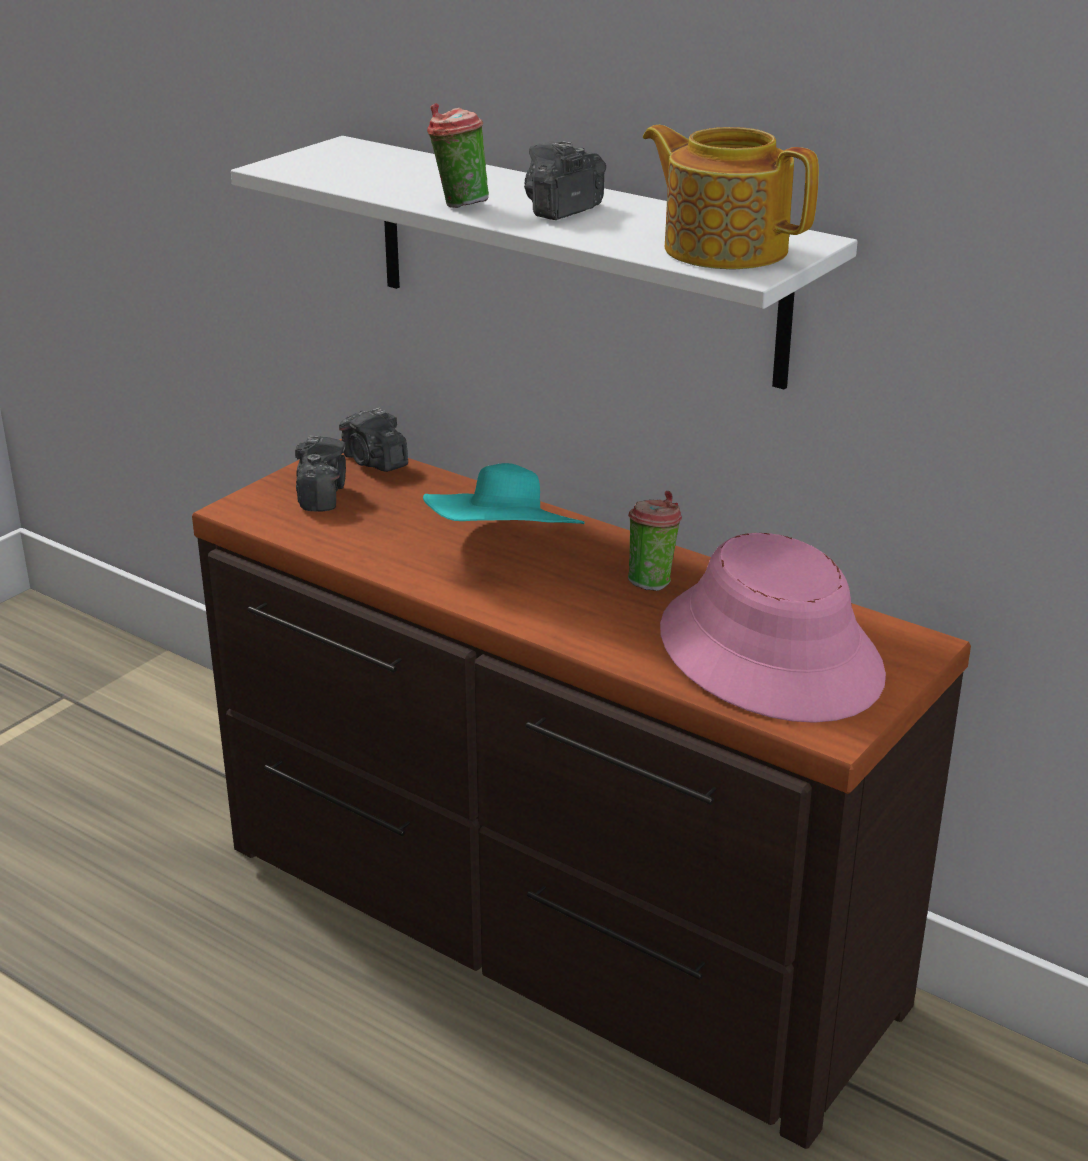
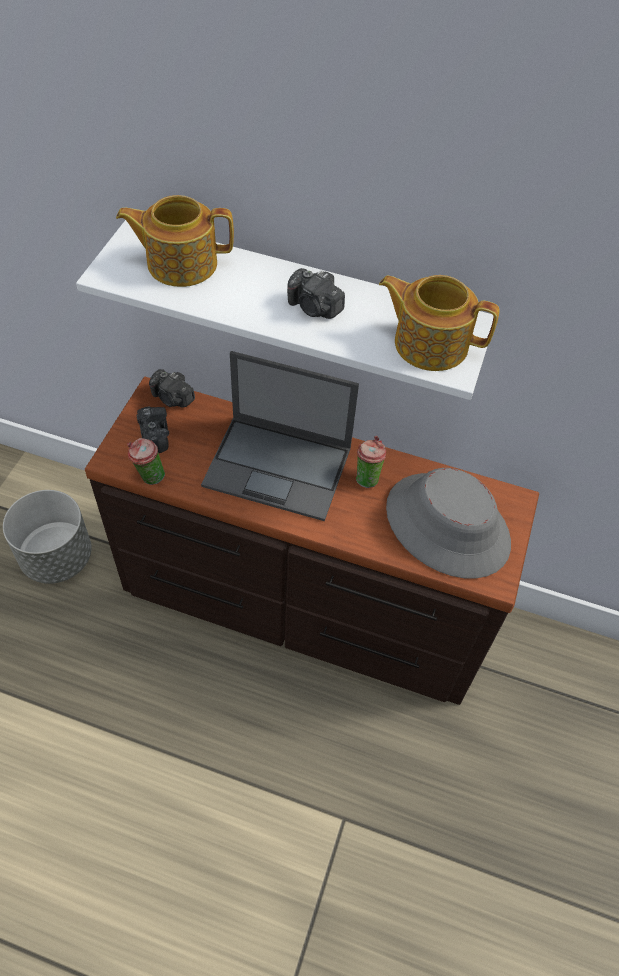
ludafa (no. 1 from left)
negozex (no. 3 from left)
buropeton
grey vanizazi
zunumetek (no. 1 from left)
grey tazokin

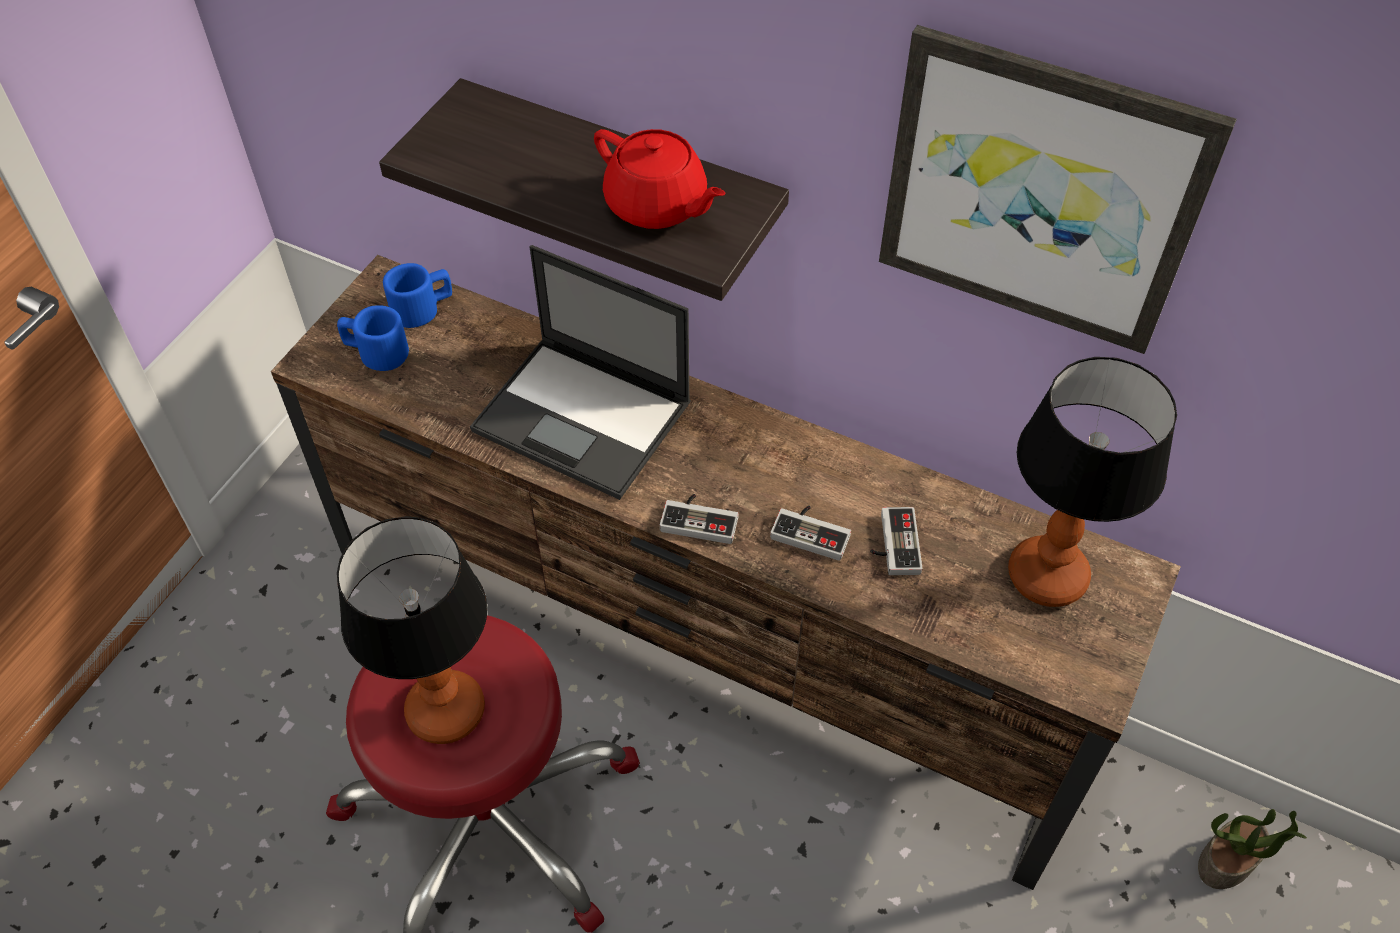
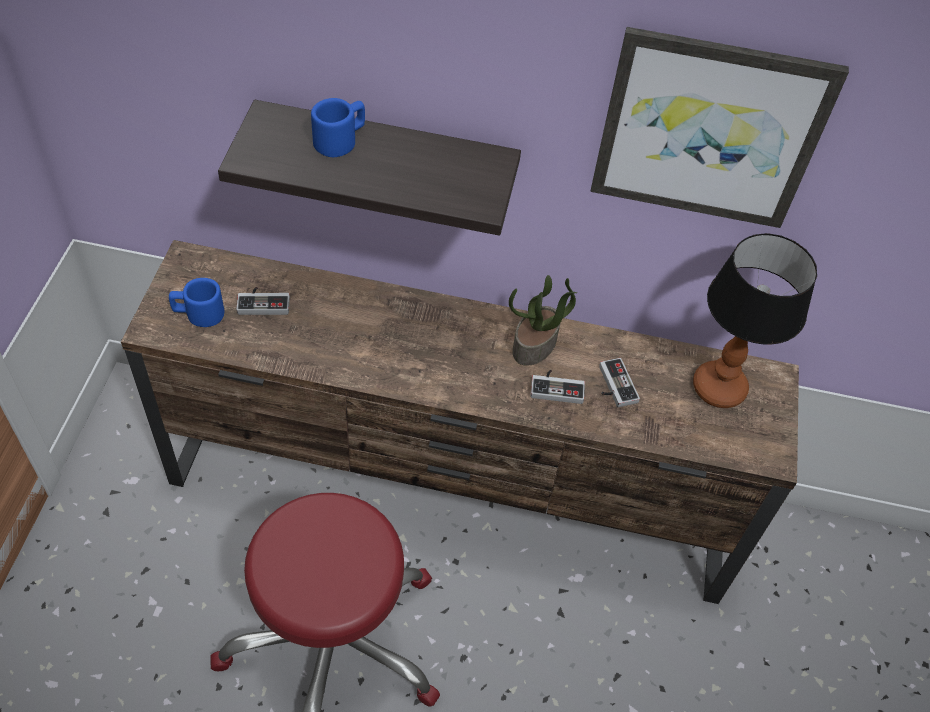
red zunumetek
buropeton
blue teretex (no. 2 from left)
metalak (no. 1 from left)
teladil (no. 1 from left in the first image)
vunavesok

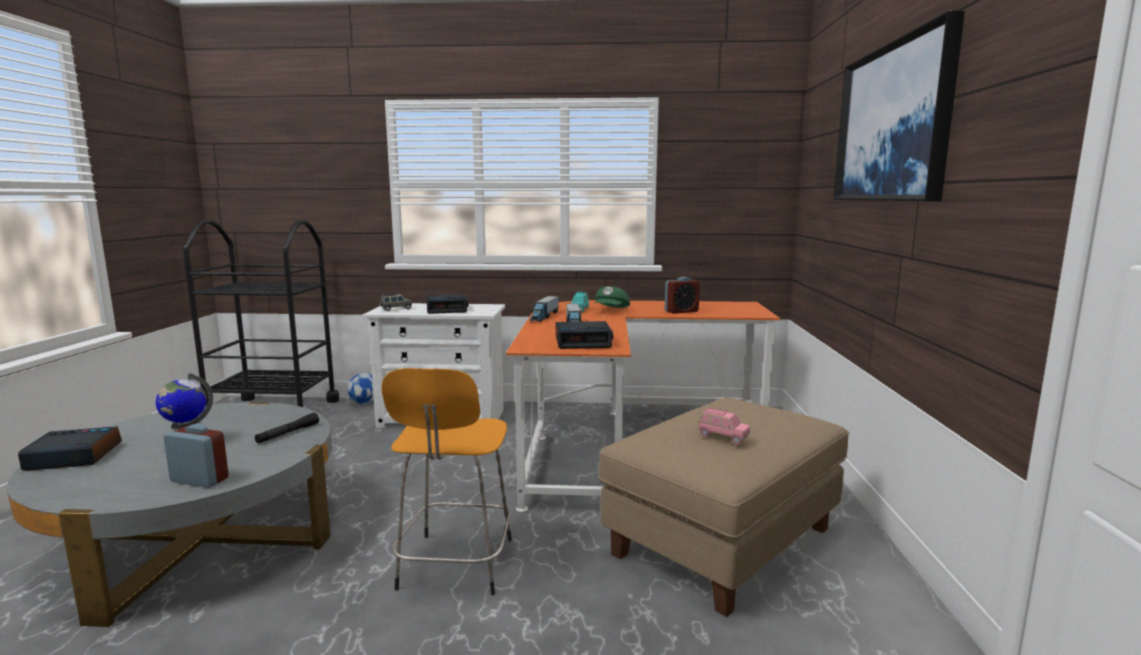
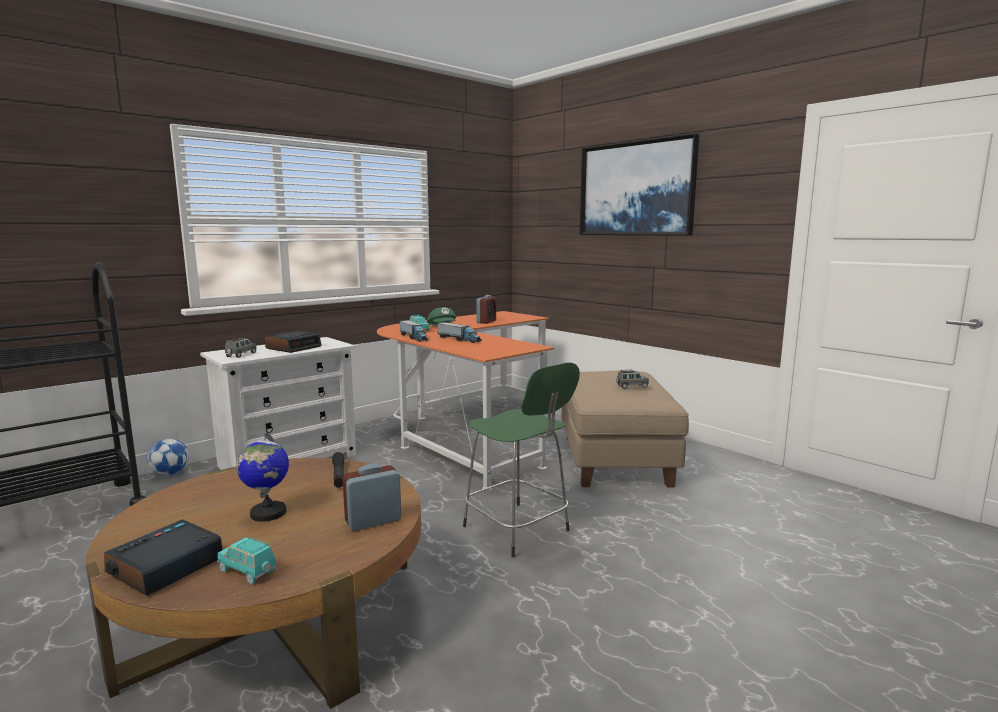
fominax (no. 4 from left in the first image)
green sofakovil
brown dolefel
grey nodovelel (no. 2 from left)
turquoise nodovelel (no. 1 from left)

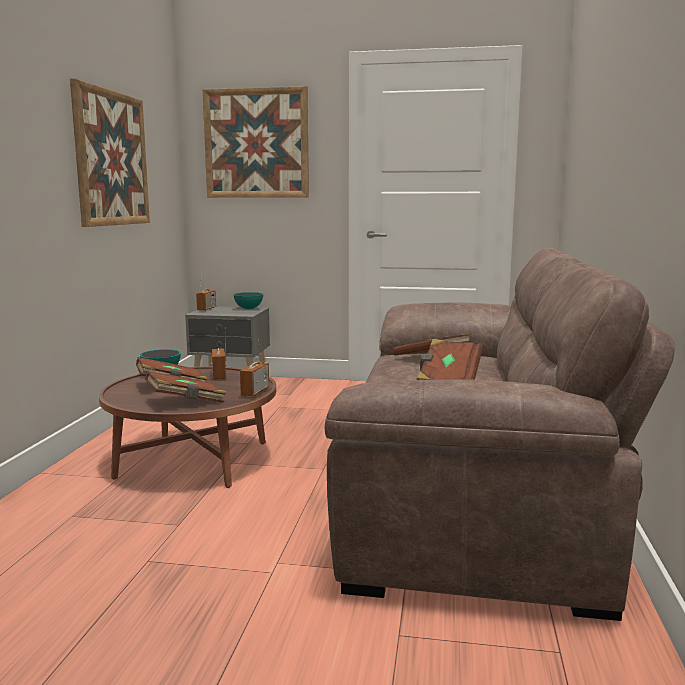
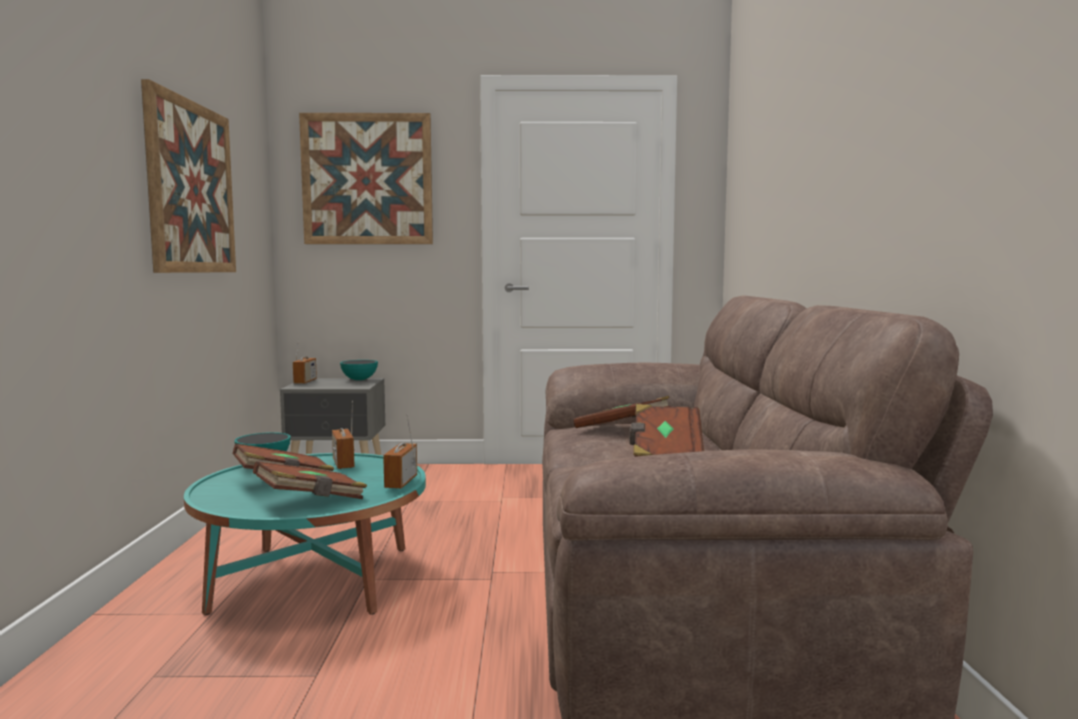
turquoise dolefel

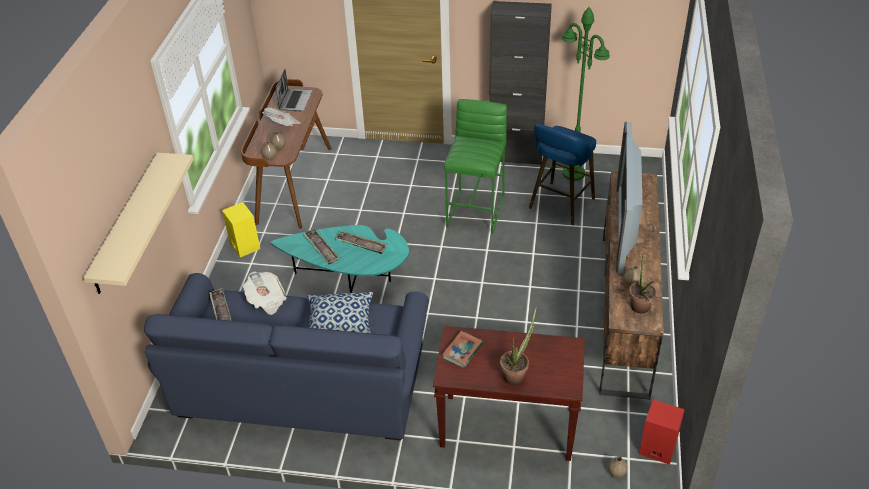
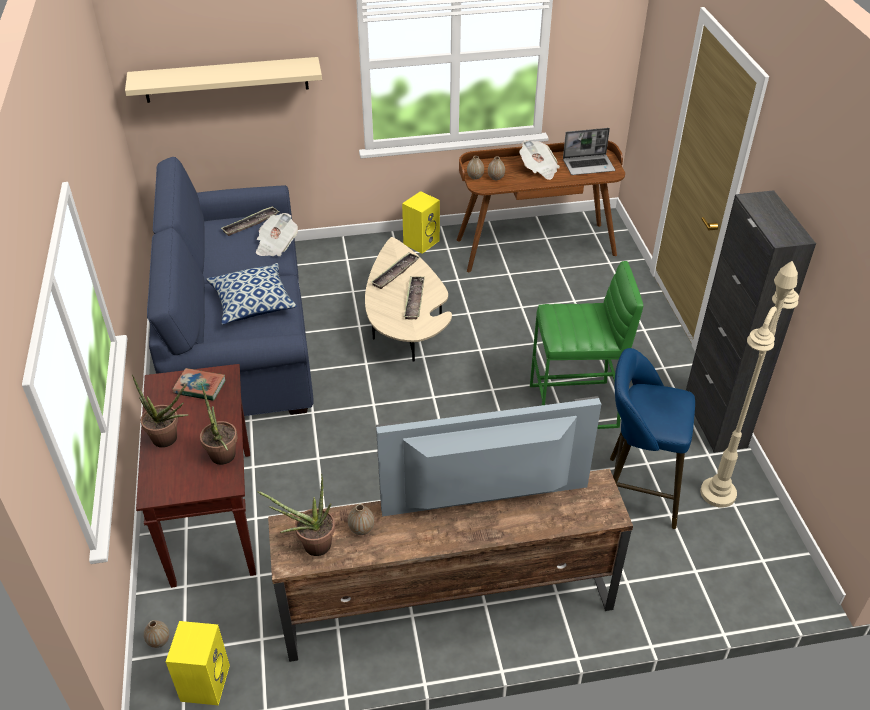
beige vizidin
beige dolefel
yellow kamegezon (no. 1 from left)
vunavesok (no. 2 from left)

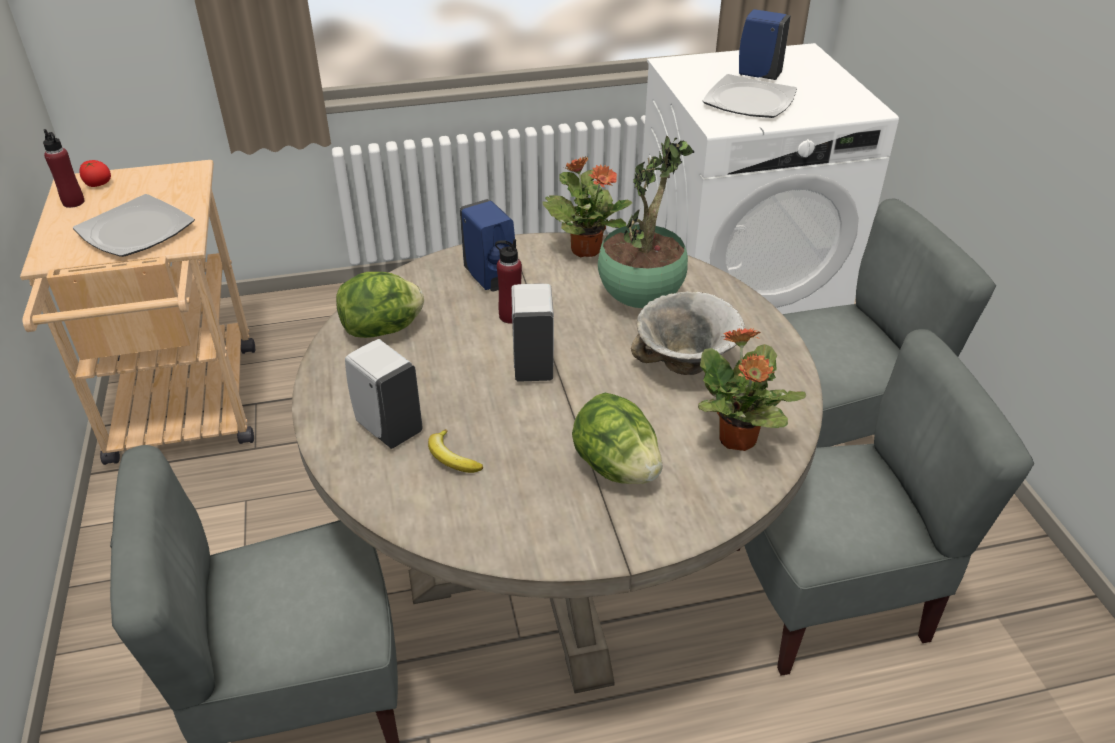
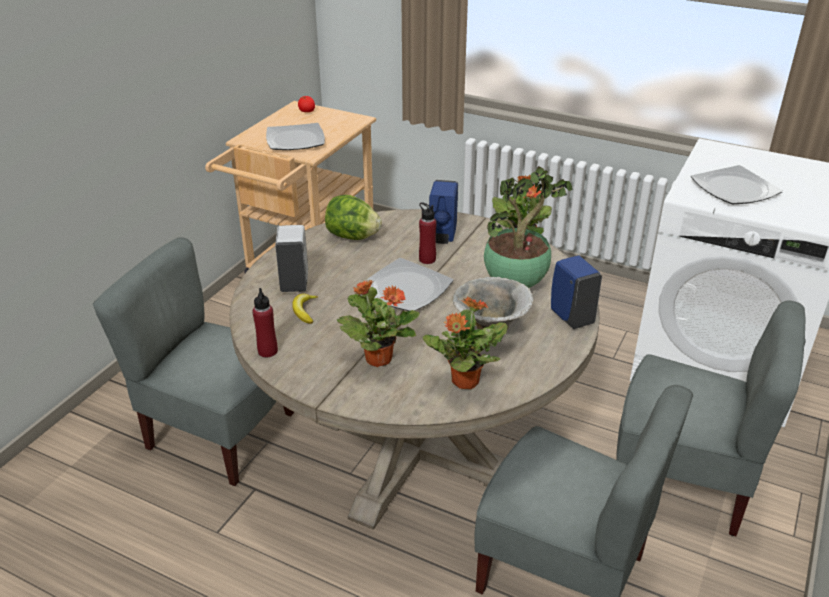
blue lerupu (no. 2 from left)
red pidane (no. 1 from left)
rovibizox (no. 2 from left)
vunavesok (no. 1 from left)

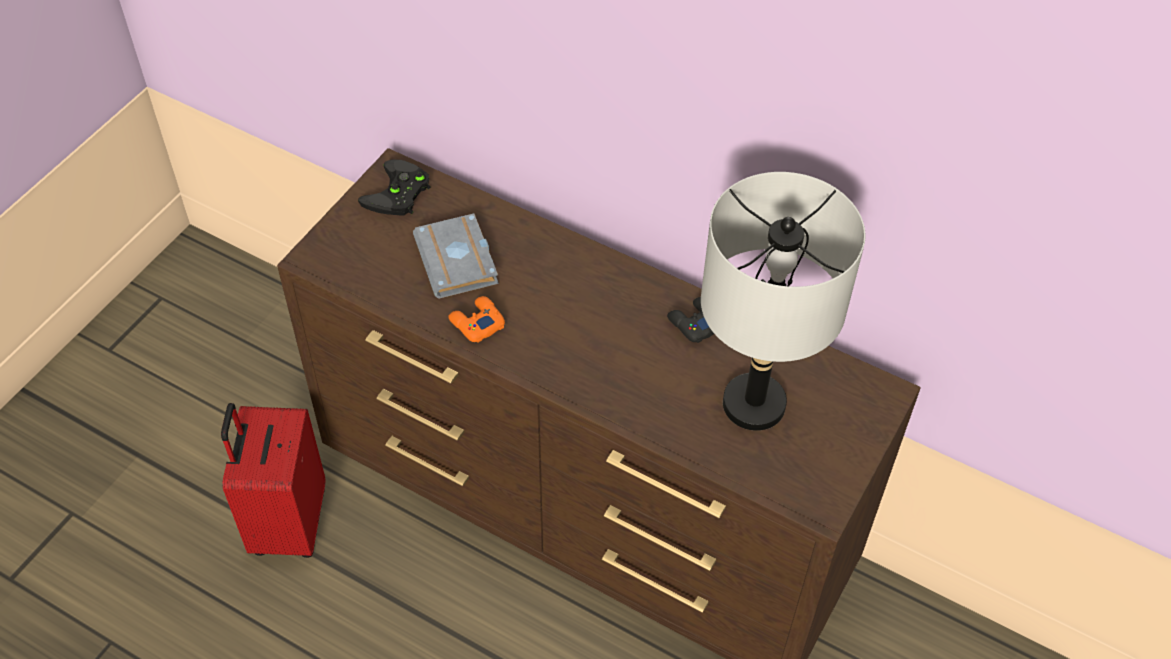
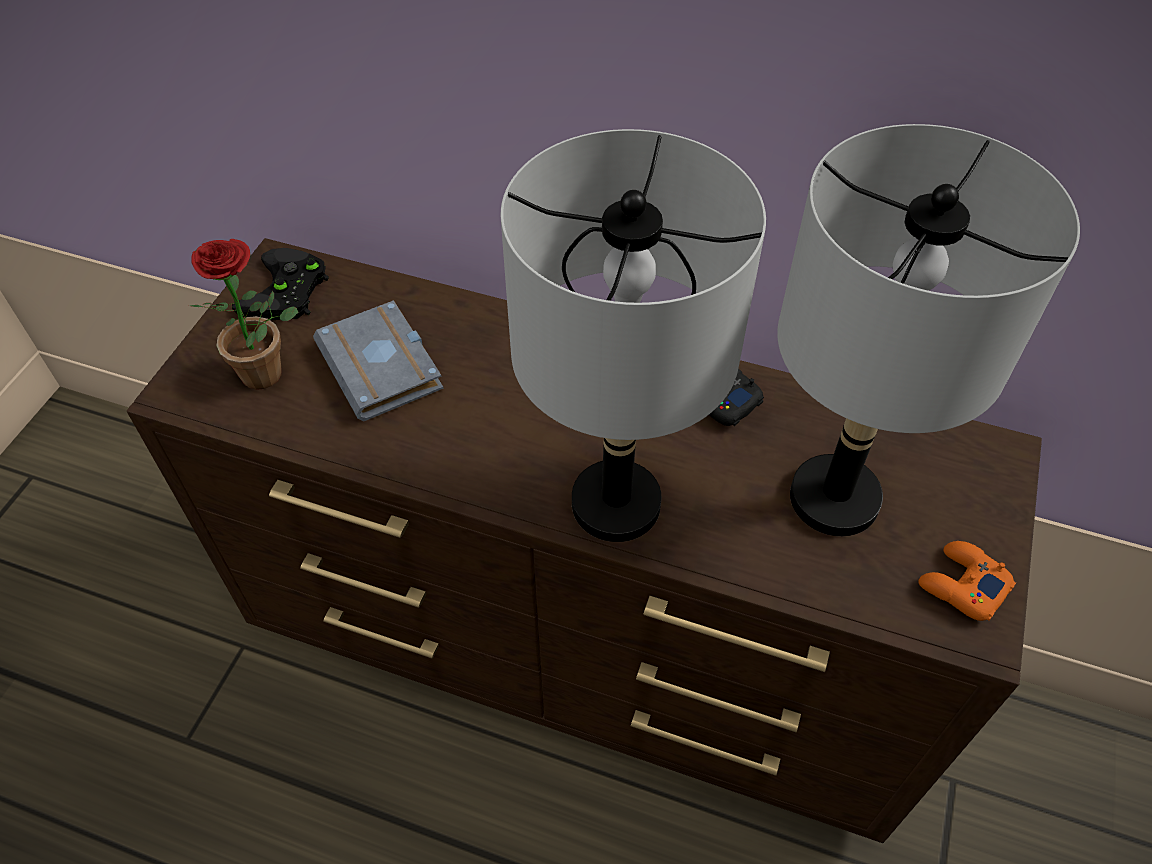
orange metalak
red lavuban
grey teladil (no. 1 from left)
vunavesok

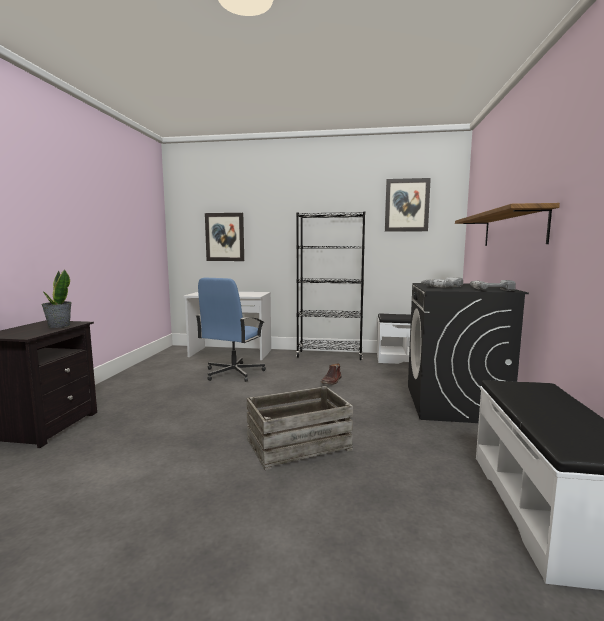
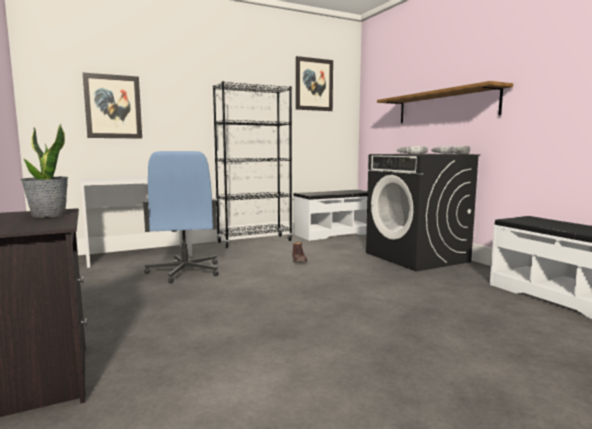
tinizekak

